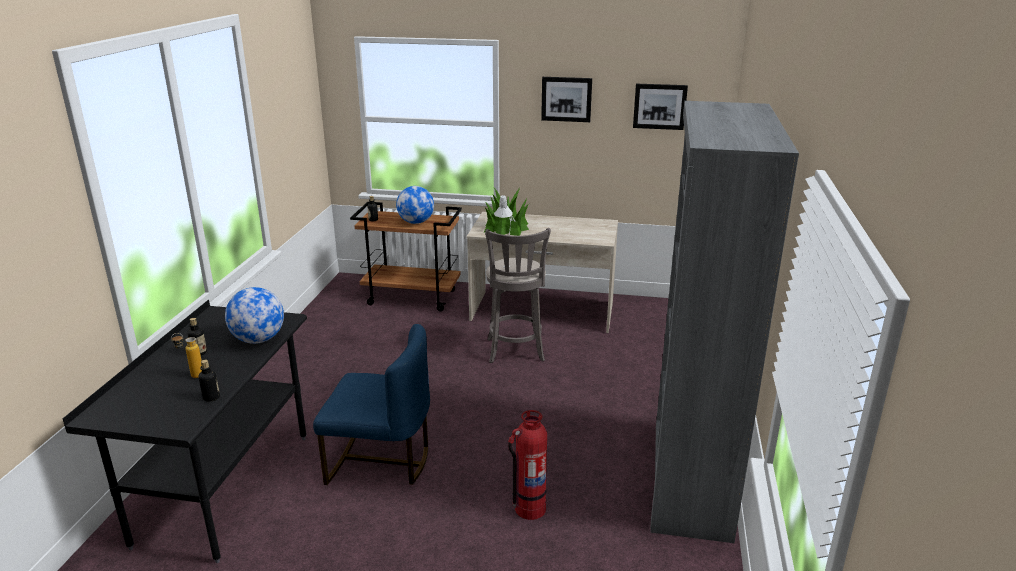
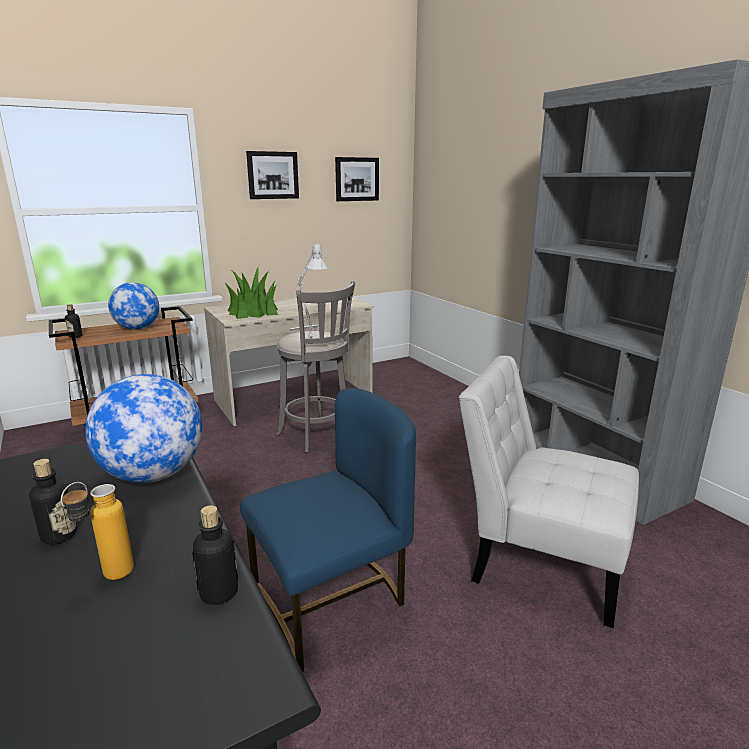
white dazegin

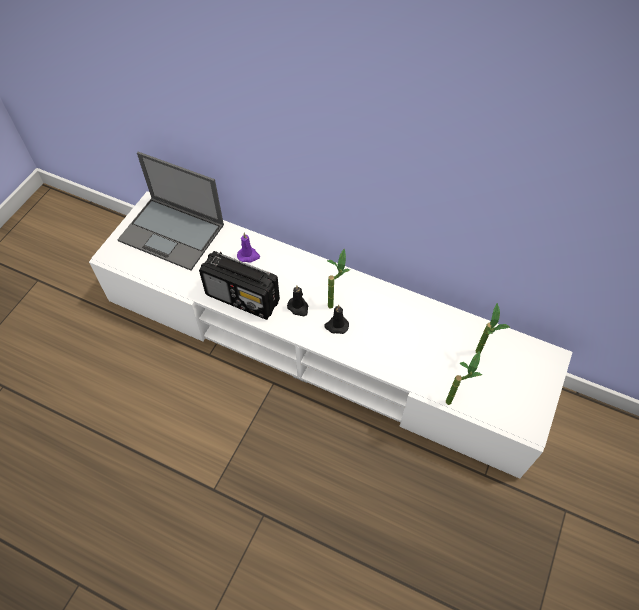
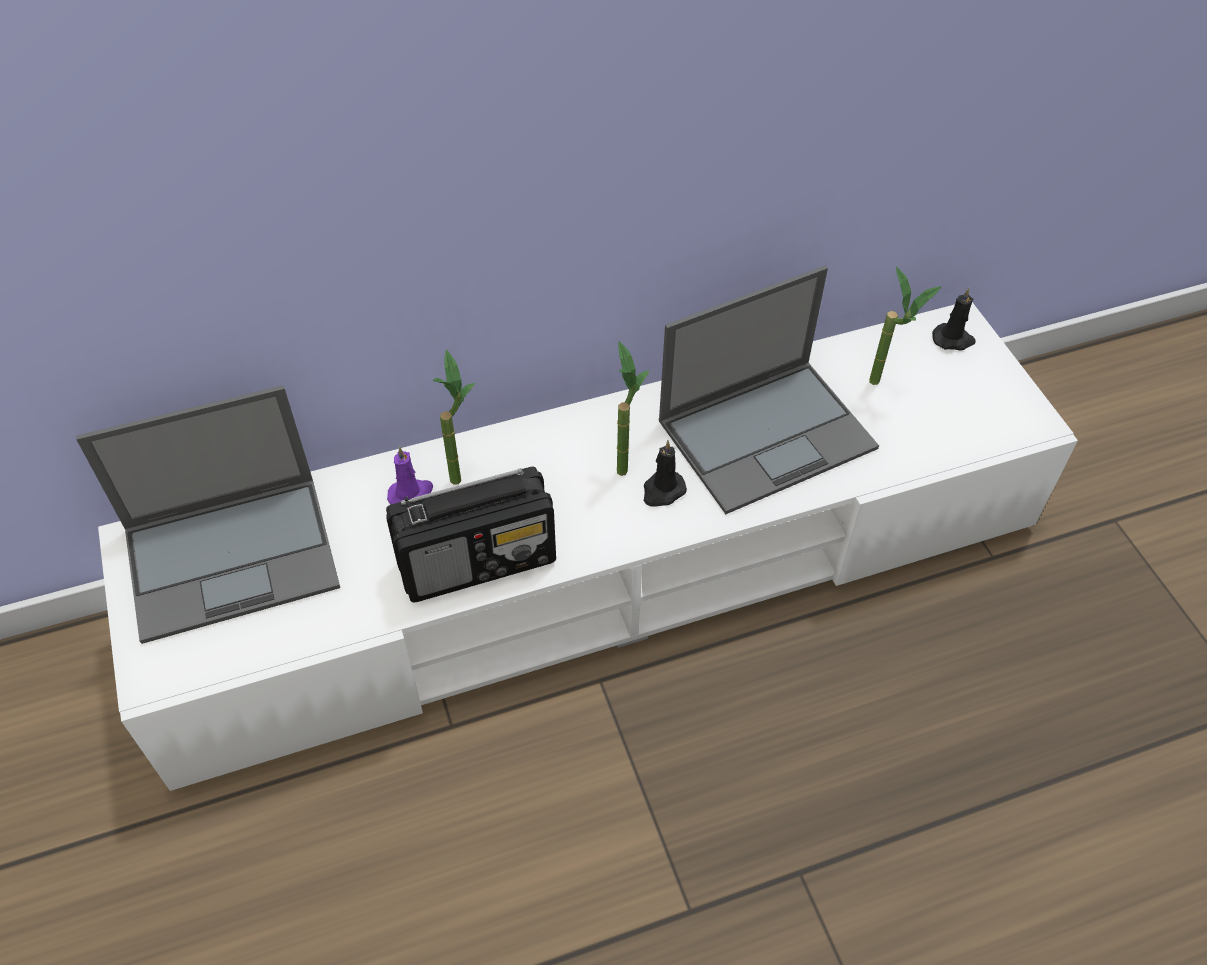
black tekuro (no. 2 from left)
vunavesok (no. 1 from left)
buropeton (no. 2 from left)

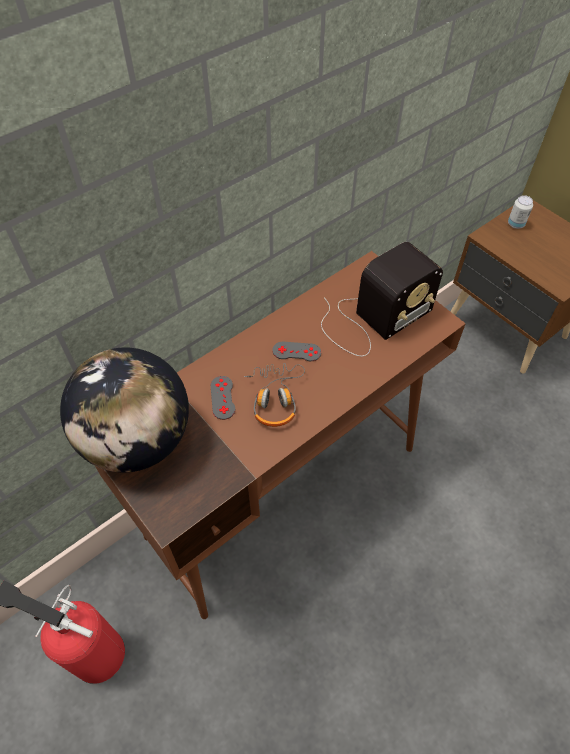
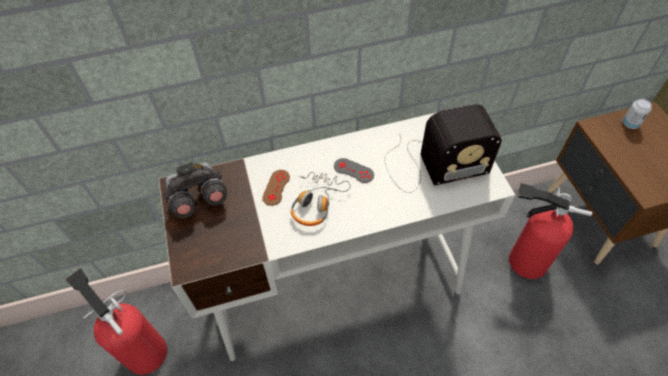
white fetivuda
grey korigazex
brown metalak
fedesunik (no. 2 from left)

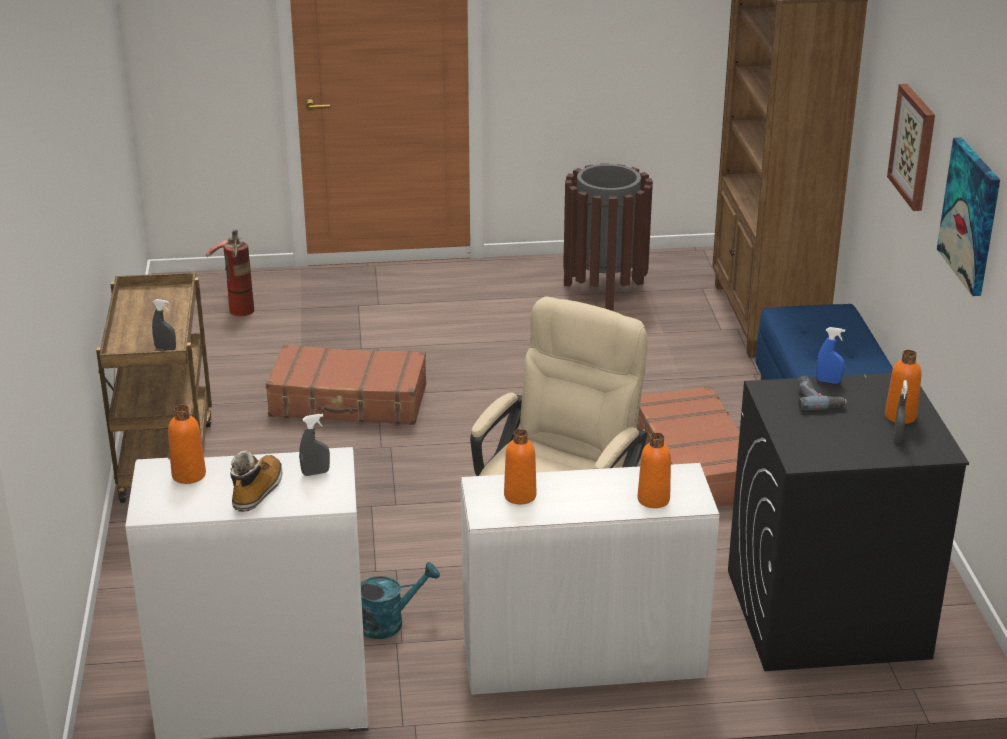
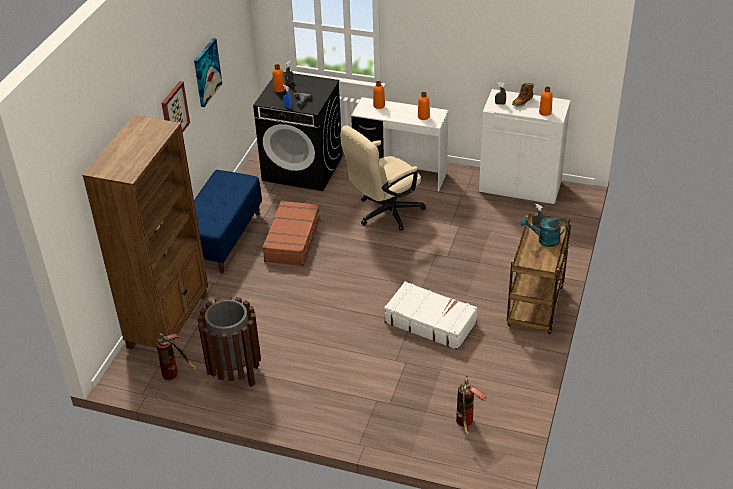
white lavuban
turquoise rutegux
fedesunik (no. 1 from left)

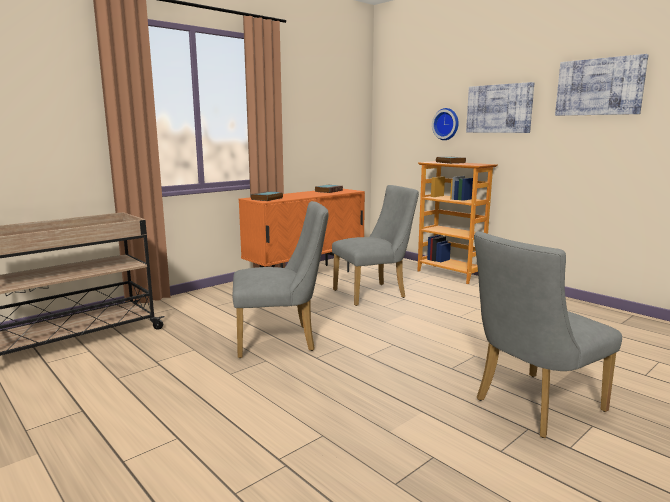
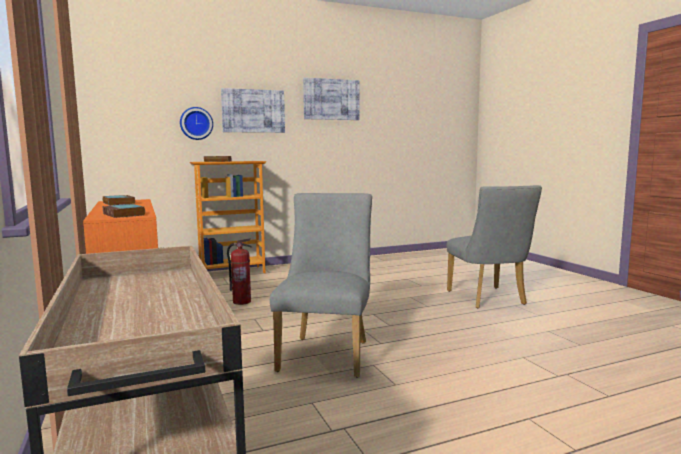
fedesunik

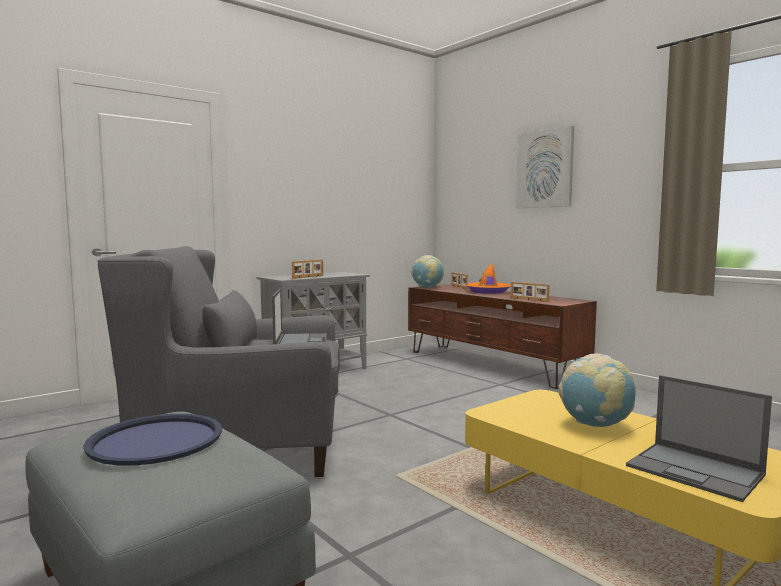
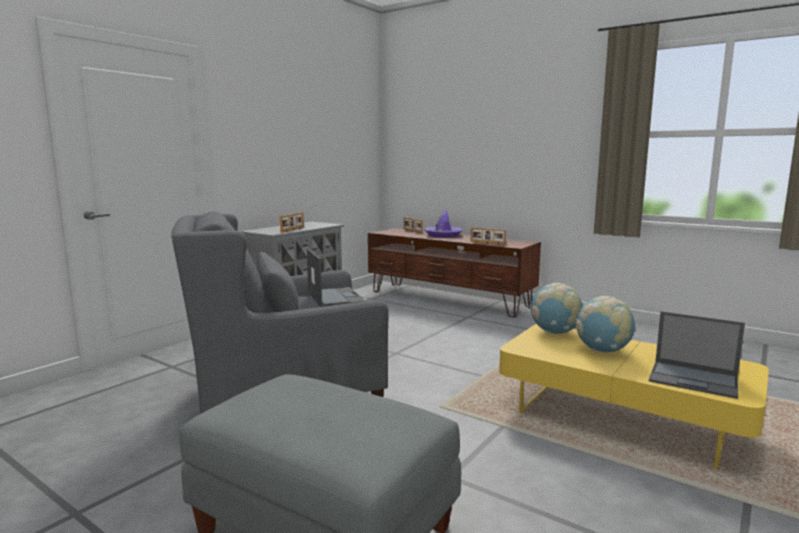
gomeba
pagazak (no. 1 from left)
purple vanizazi
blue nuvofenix

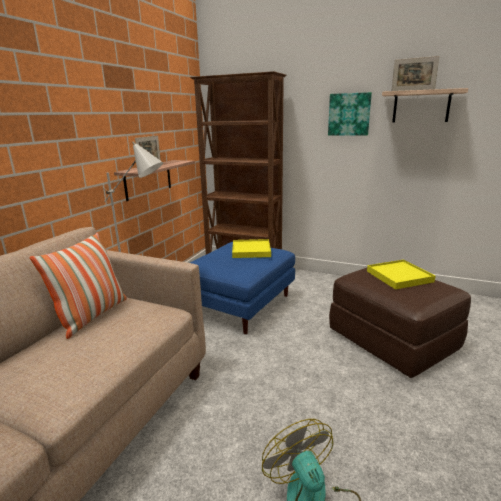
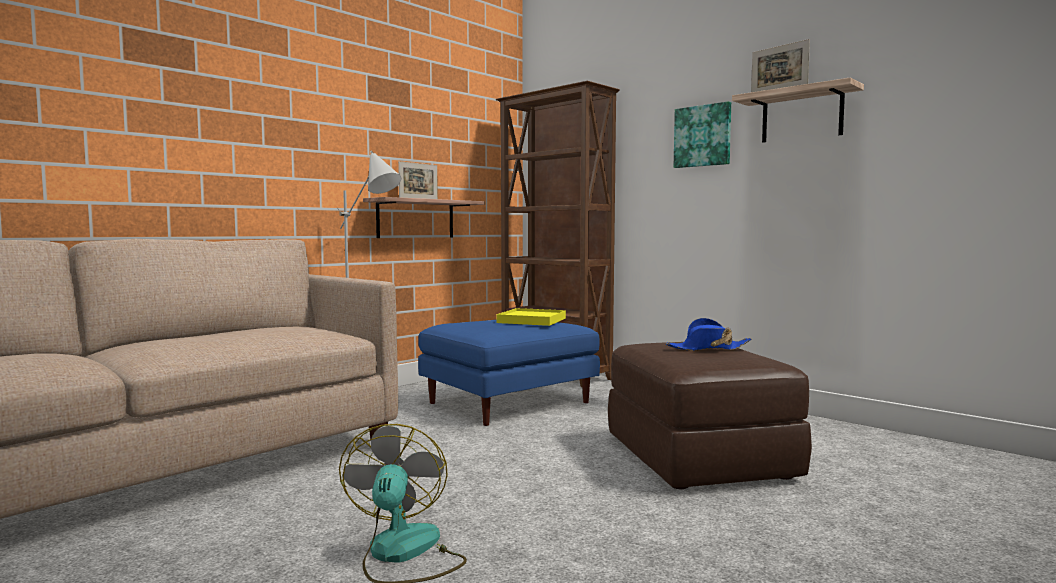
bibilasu
blue vanizazi

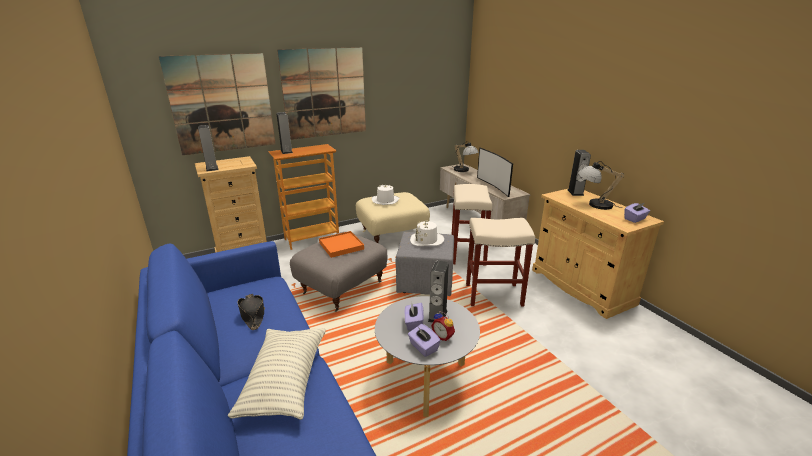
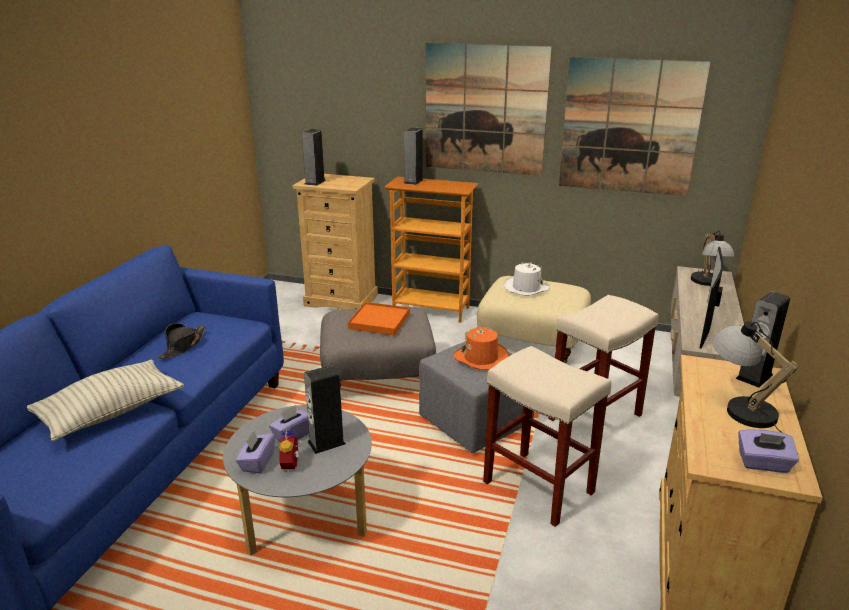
gomeba (no. 2 from left)
orange vanizazi

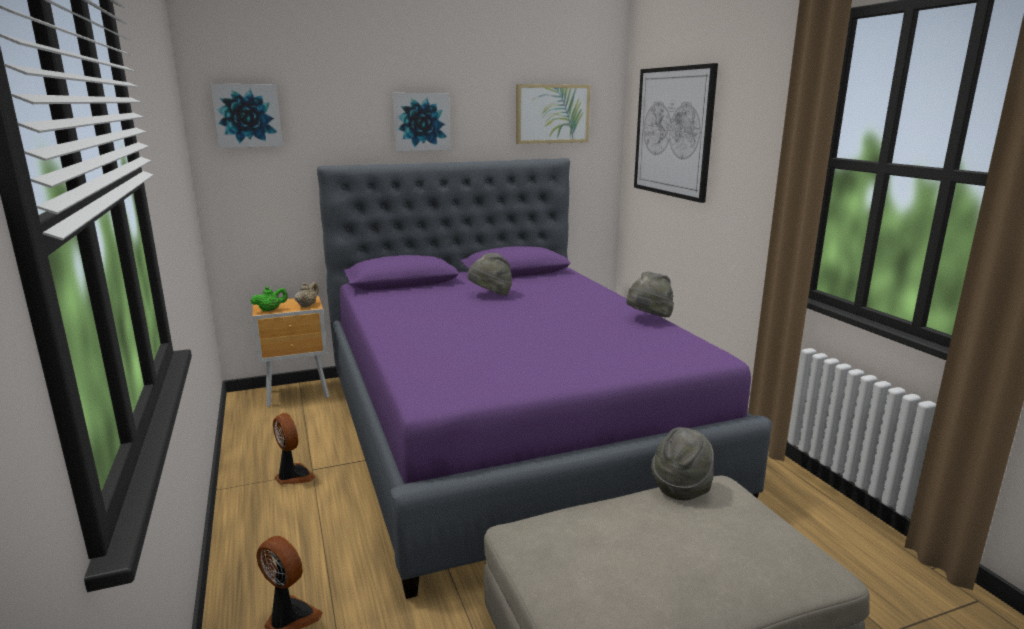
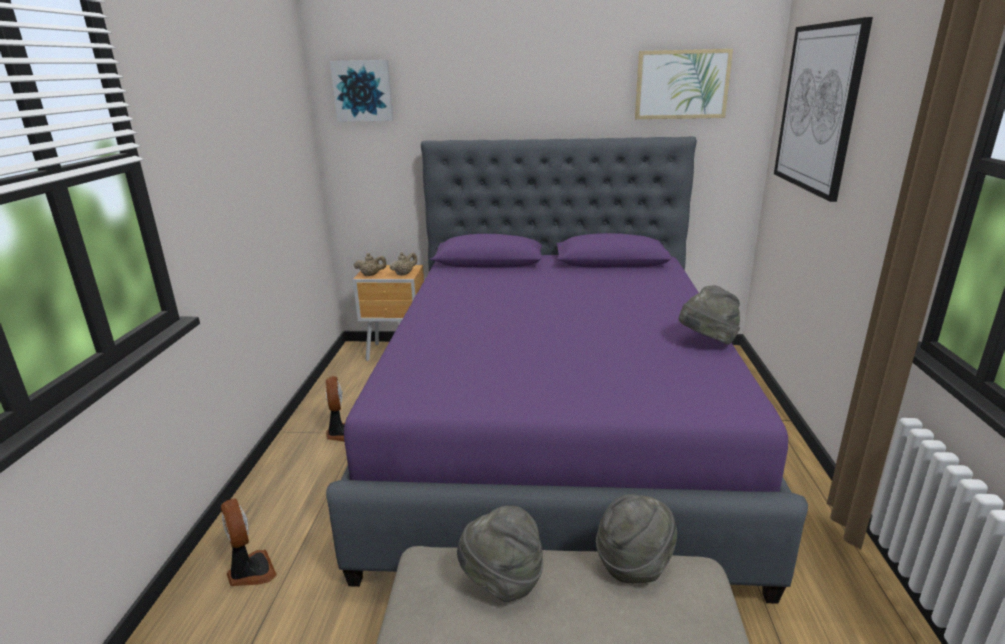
gomeba (no. 2 from left in the first image)
grey vanizazi (no. 1 from left)
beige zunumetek (no. 1 from left)

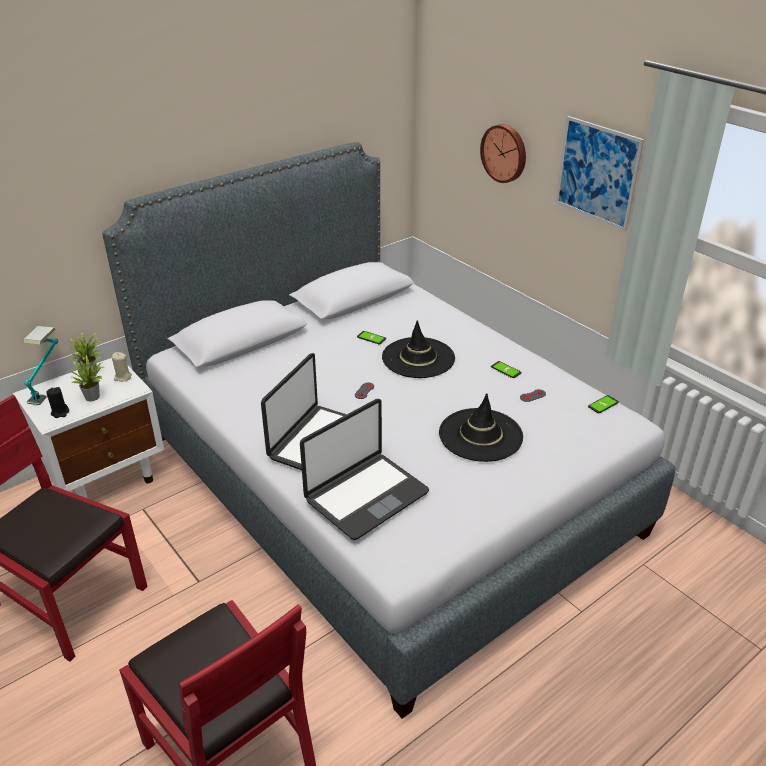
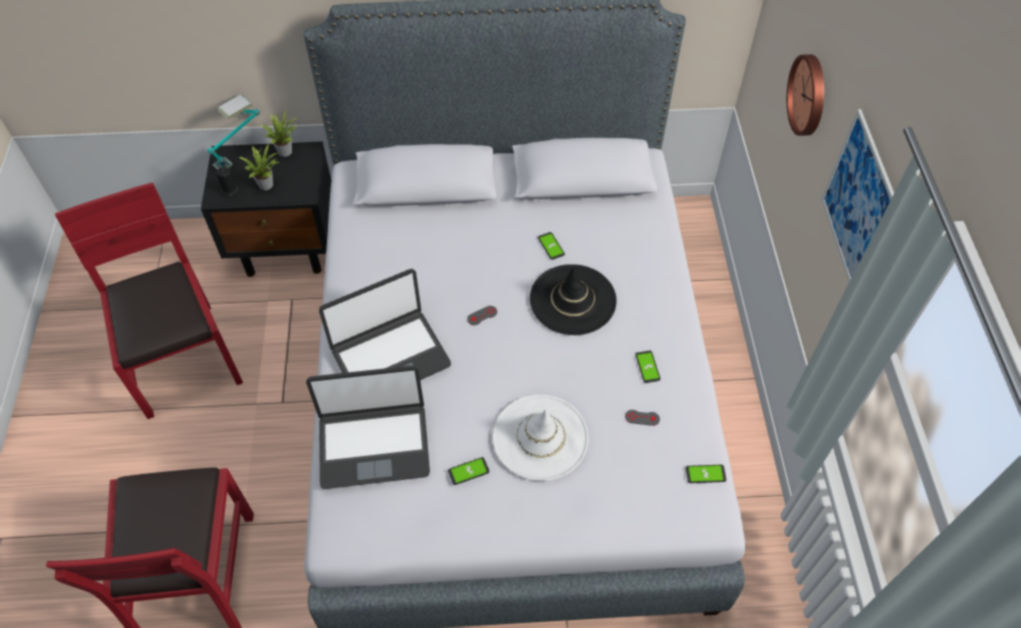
beige tekuro
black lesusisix
white vanizazi
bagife (no. 1 from left)

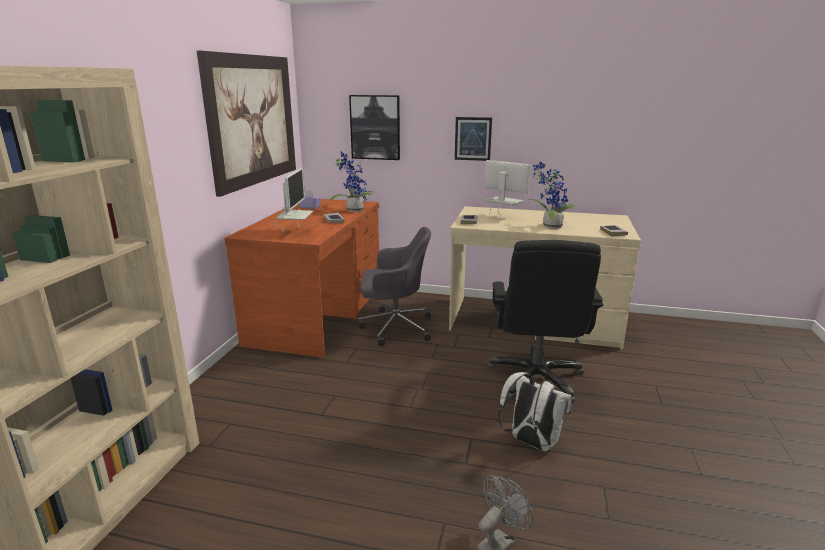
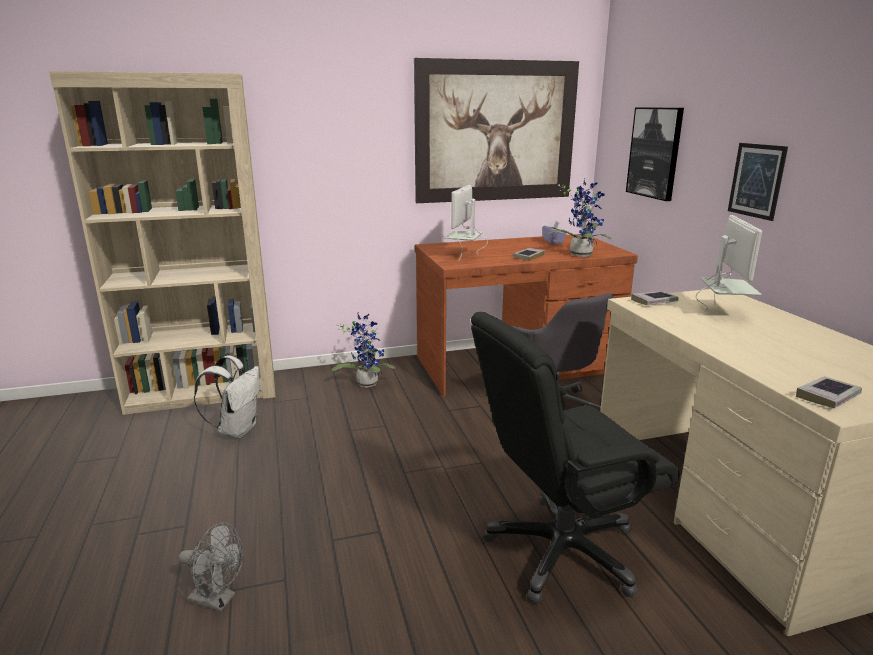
vunavesok (no. 1 from left)
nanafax (no. 1 from left)
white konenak

